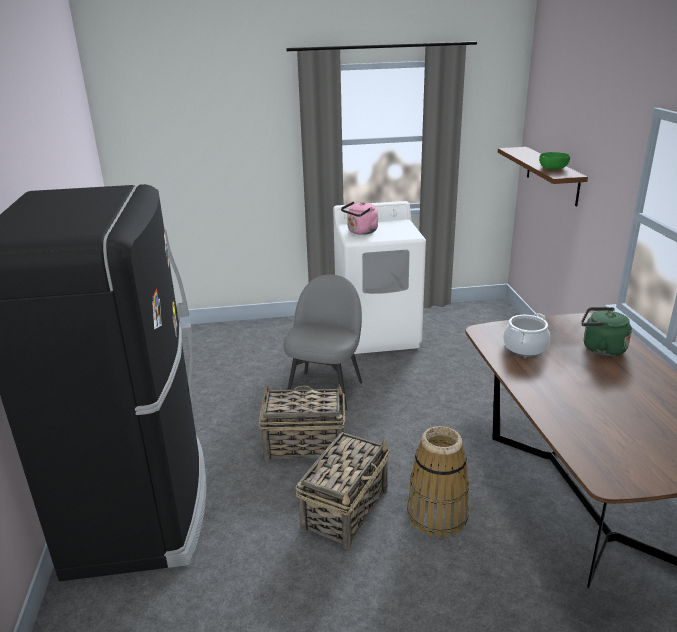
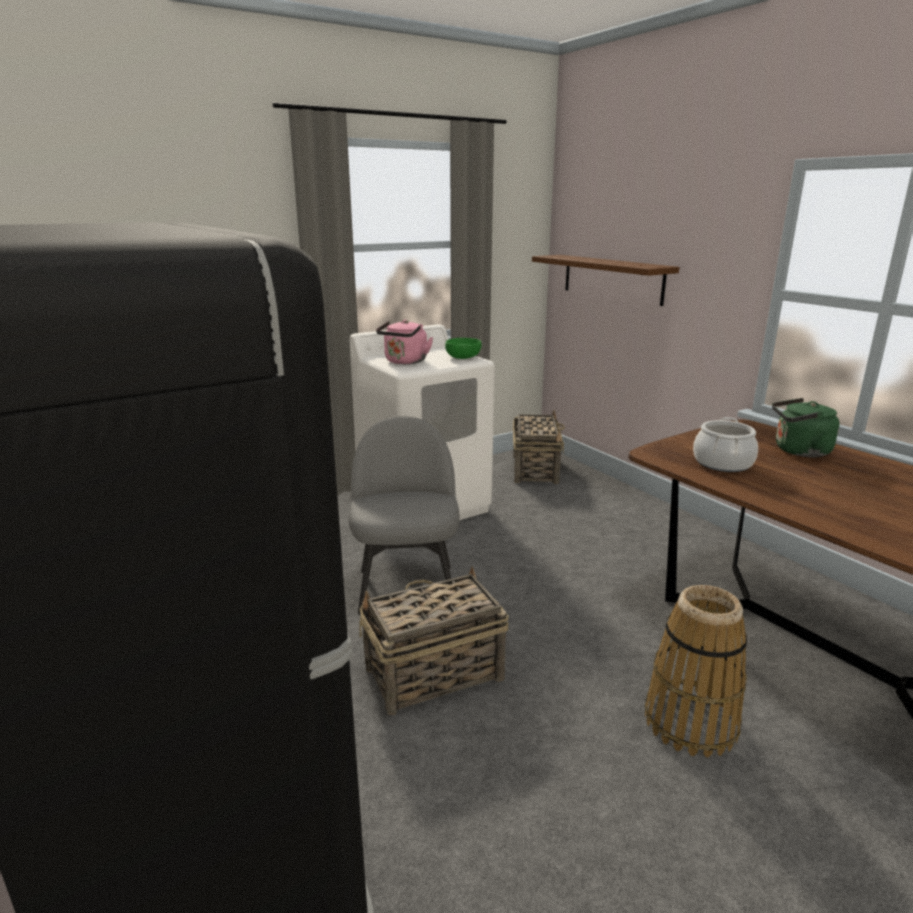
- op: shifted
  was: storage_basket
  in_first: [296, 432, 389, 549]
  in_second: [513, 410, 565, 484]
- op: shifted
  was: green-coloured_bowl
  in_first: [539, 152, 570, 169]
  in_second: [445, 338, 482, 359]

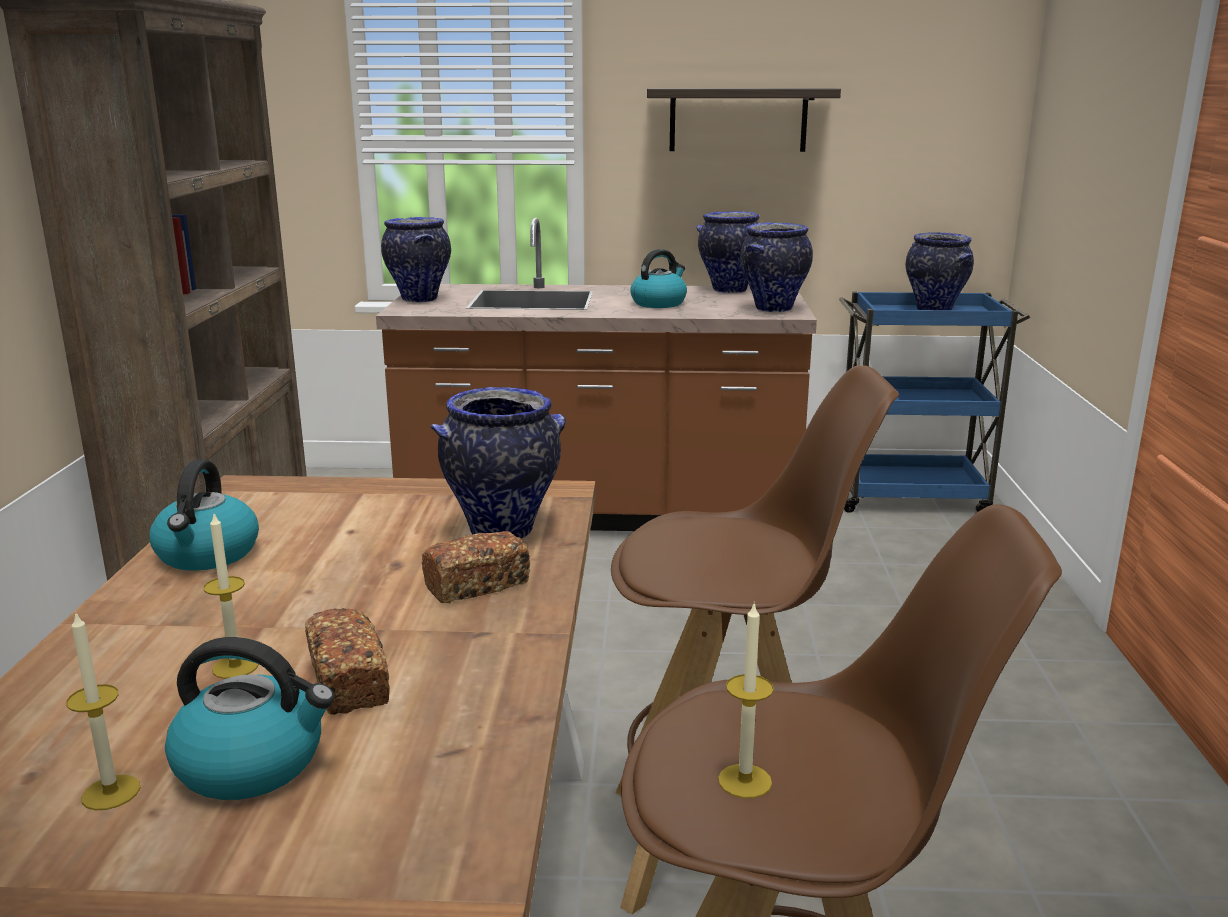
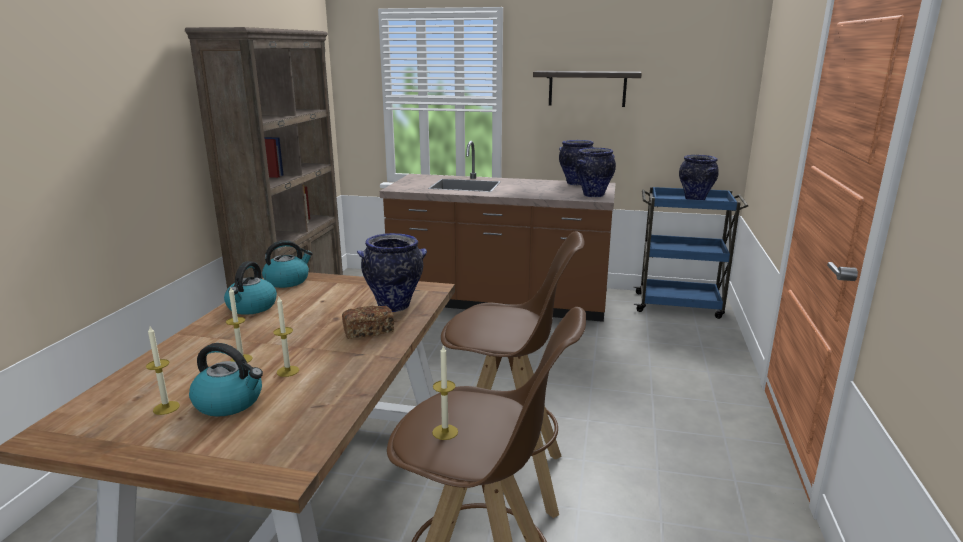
- op: swapped
  was: baked_bread
  now: wax_candle
  in_first: [305, 608, 390, 715]
  in_second: [273, 297, 299, 377]
- op: gone
  was: vase
  in_first: [381, 217, 451, 303]
- op: shifted
  was: tea_kettle
  in_first: [630, 249, 687, 308]
  in_second: [262, 240, 313, 288]

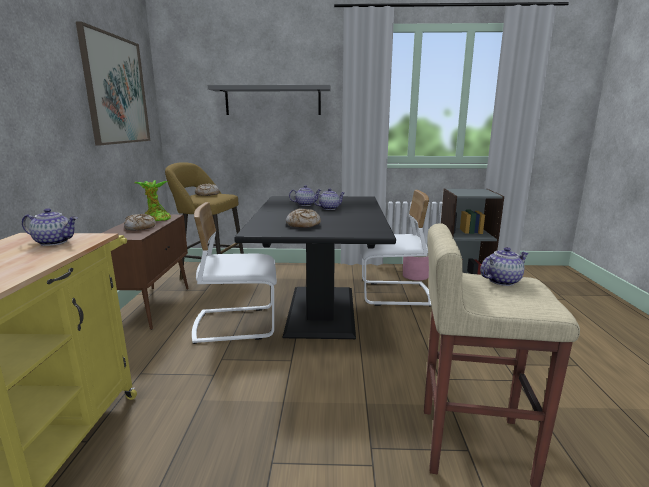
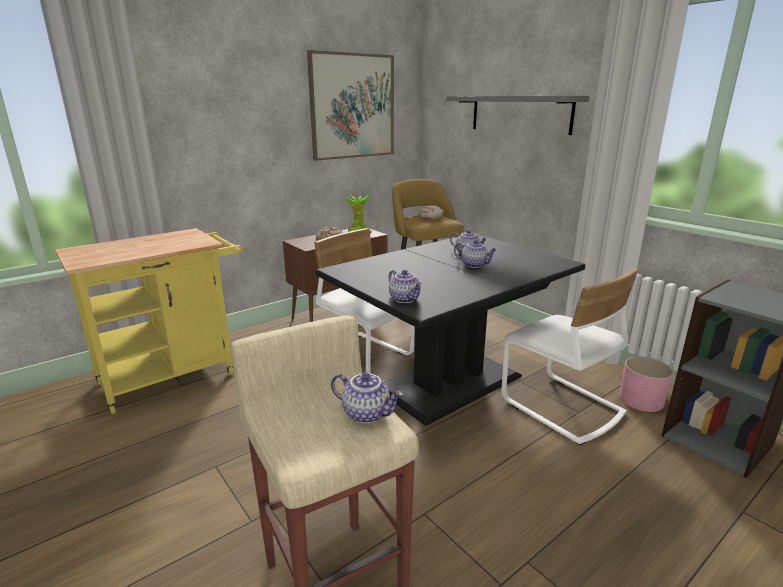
- op: shifted
  was: teapot
  in_first: [22, 208, 77, 246]
  in_second: [389, 270, 422, 303]
- op: gone
  was: baked_bread
  in_first: [286, 209, 321, 228]

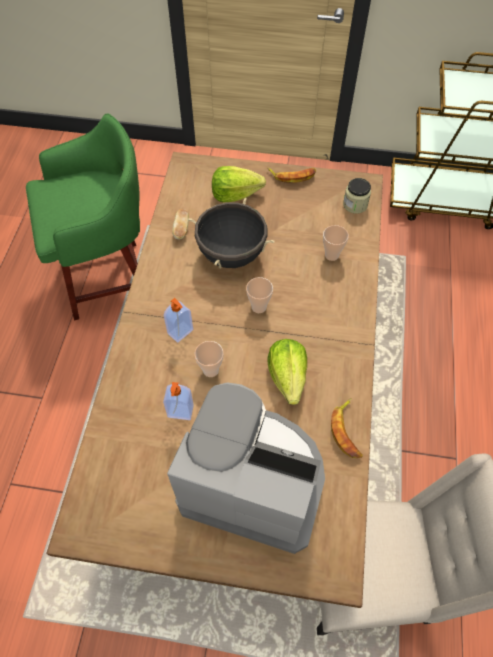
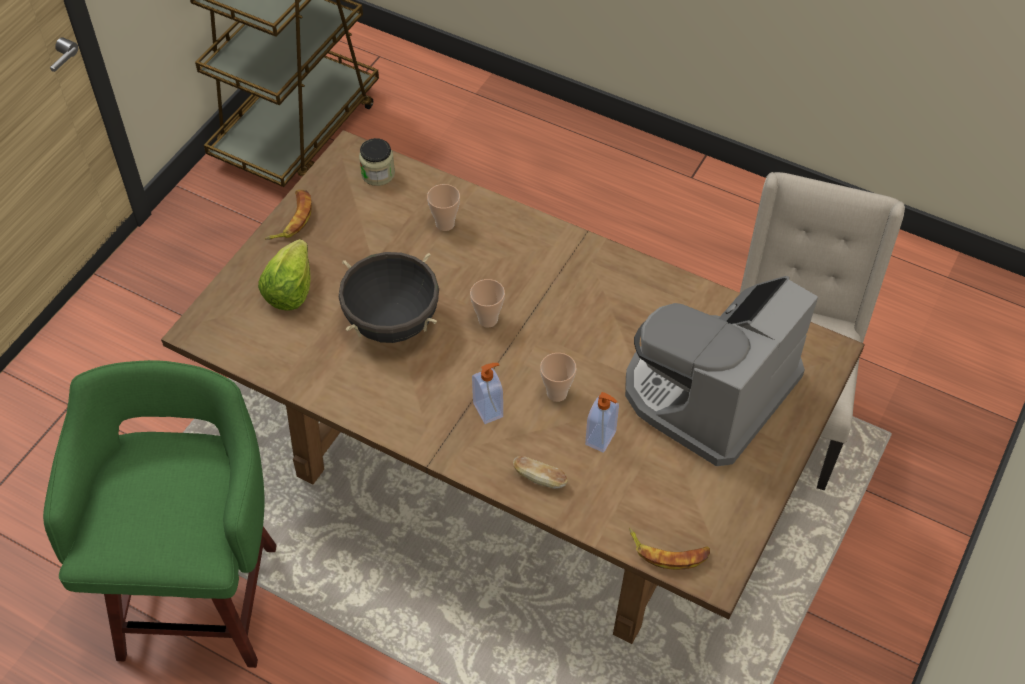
- op: shifted
  was: baked_bread
  in_first: [172, 209, 189, 240]
  in_second: [513, 456, 567, 489]
- op: gone
  was: lettuce_head
  in_first: [267, 339, 307, 405]
- op: shifted
  was: whole_banana
  in_first: [331, 398, 363, 458]
  in_second: [629, 528, 710, 570]

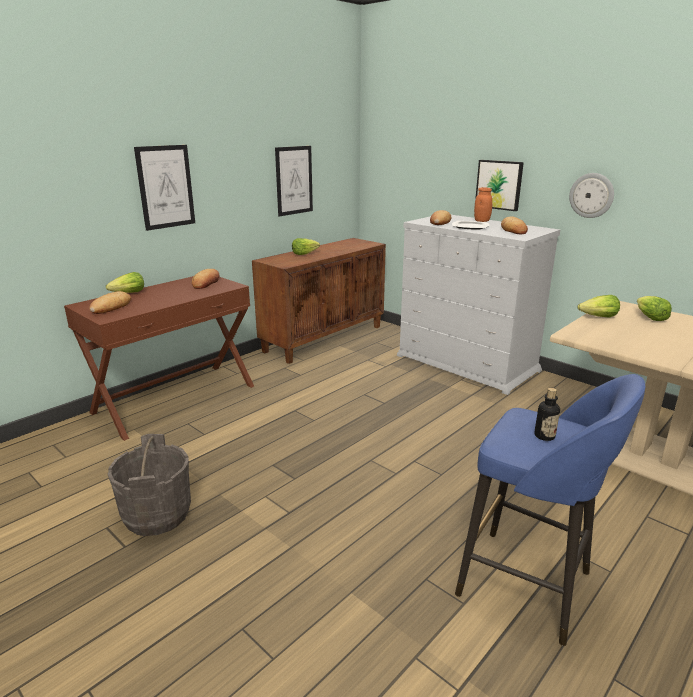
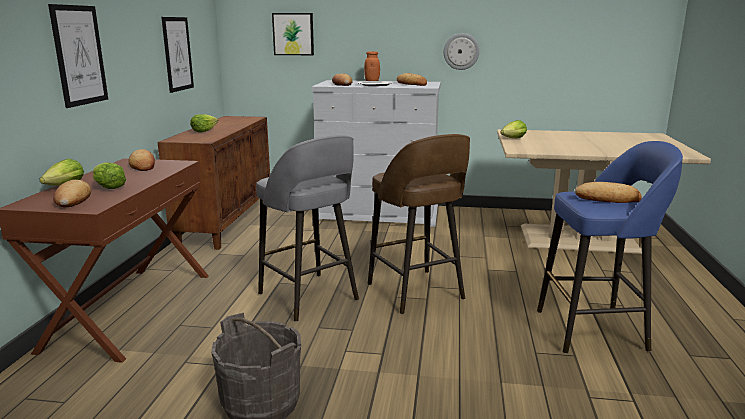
- op: shifted
  was: wall_art
  in_first: [475, 160, 524, 211]
  in_second: [272, 13, 314, 55]
- op: swapped
  was: bottle
  now: baked_bread
  in_first: [534, 388, 560, 441]
  in_second: [575, 182, 642, 203]
- op: shifted
  was: lettuce_head
  in_first: [637, 296, 672, 321]
  in_second: [93, 162, 126, 189]
- op: new
  now: grey_stool_seat
  in_second: [256, 135, 359, 322]
- op: new
  now: brownish_stool_seat
  in_second: [368, 134, 470, 314]

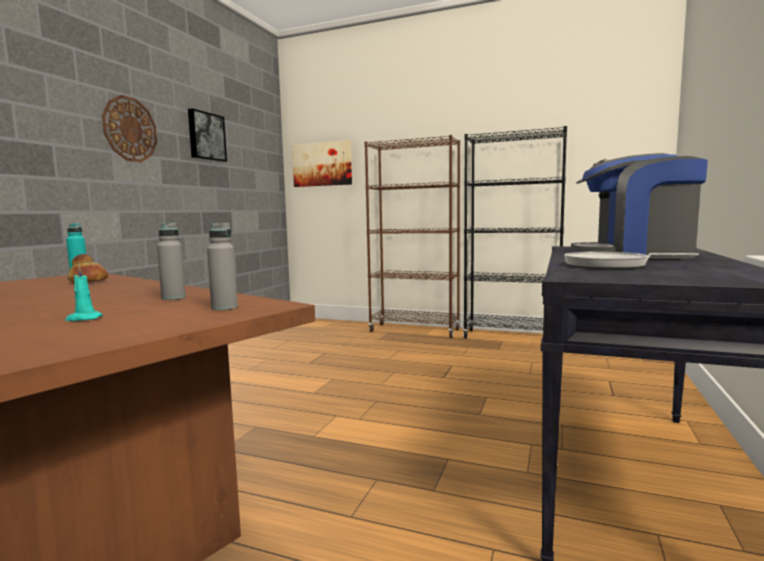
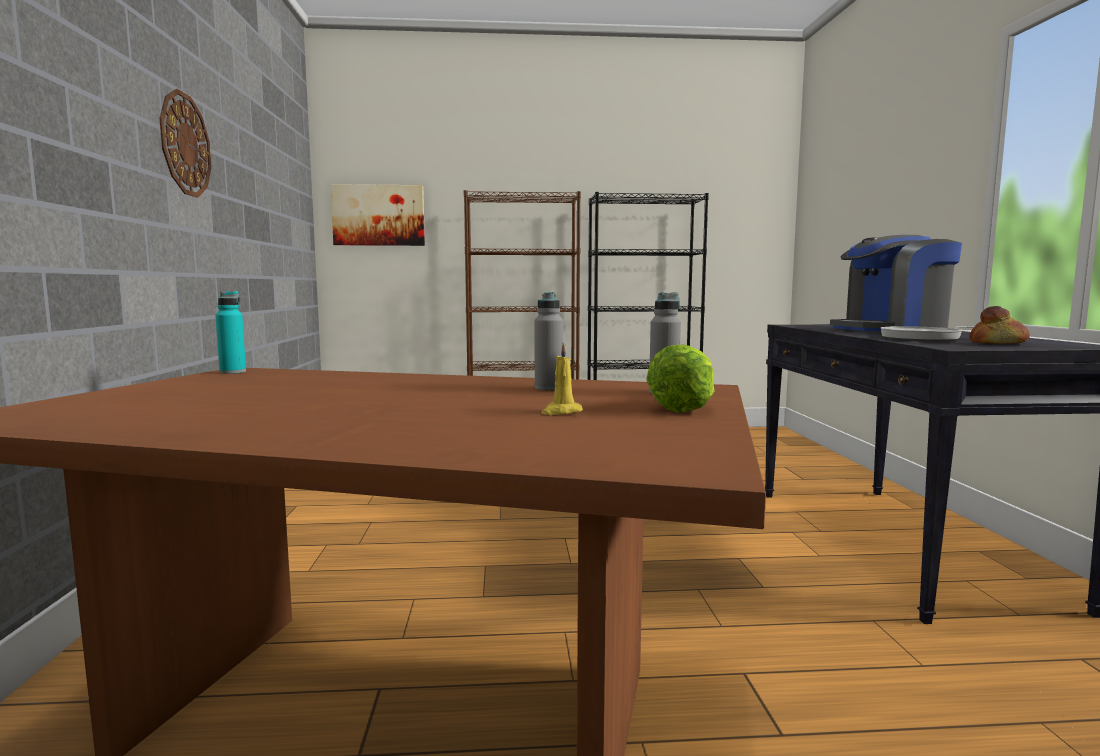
- op: repainted
  was: turquoise_wax_candle
  now: yellowish_wax_candle
  in_first: [65, 265, 103, 321]
  in_second: [542, 342, 583, 415]
- op: shifted
  was: baked_bread
  in_first: [68, 254, 108, 283]
  in_second: [969, 306, 1030, 344]
- op: gone
  was: wall_art
  in_first: [188, 108, 227, 162]
- op: new
  now: lettuce_head
  in_second: [646, 344, 714, 413]

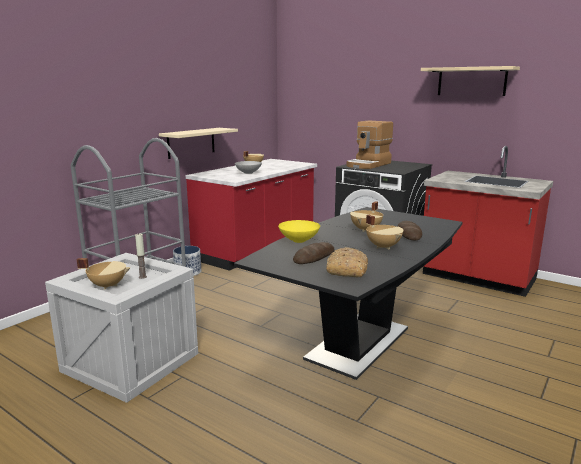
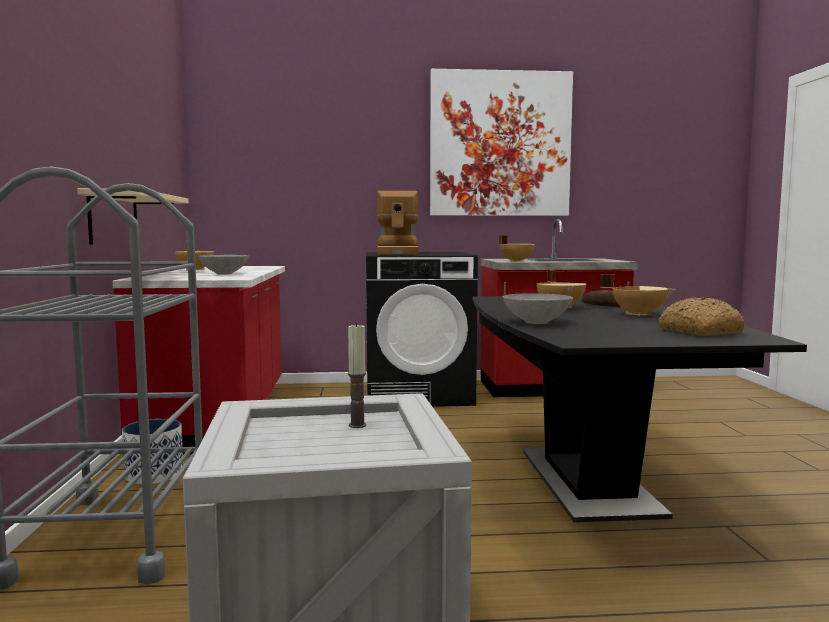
- op: shifted
  was: beige-coloured_stockpot
  in_first: [77, 258, 130, 289]
  in_second: [499, 236, 535, 262]
- op: repainted
  was: yellowish_bowl
  now: grey_bowl
  in_first: [278, 220, 320, 243]
  in_second: [503, 293, 573, 324]
- op: gone
  was: baked_bread
  in_first: [293, 242, 334, 264]
- op: swapped
  was: beige-coloured_shelf
  now: wall_art
  in_first: [421, 66, 520, 96]
  in_second: [430, 69, 573, 216]

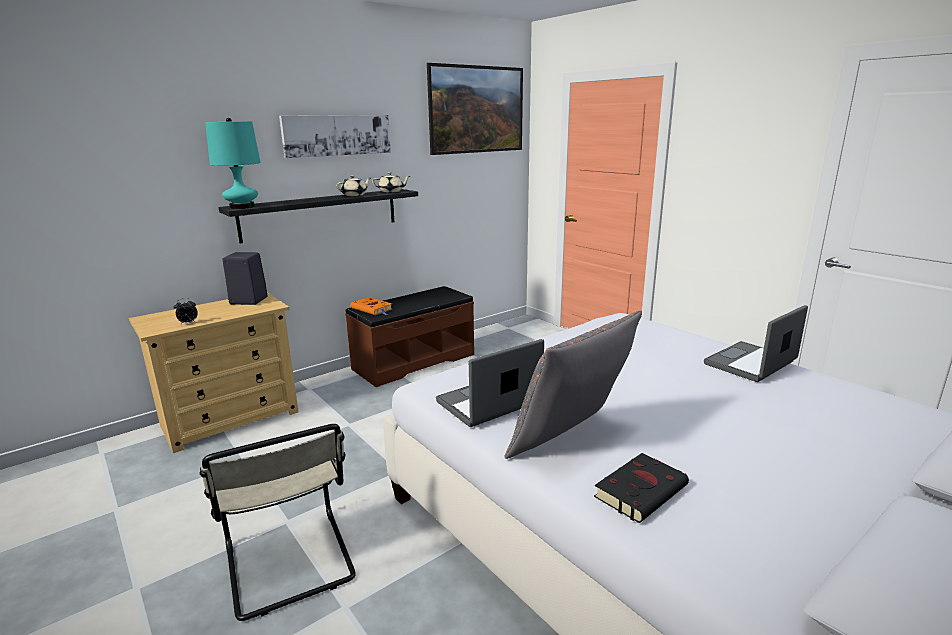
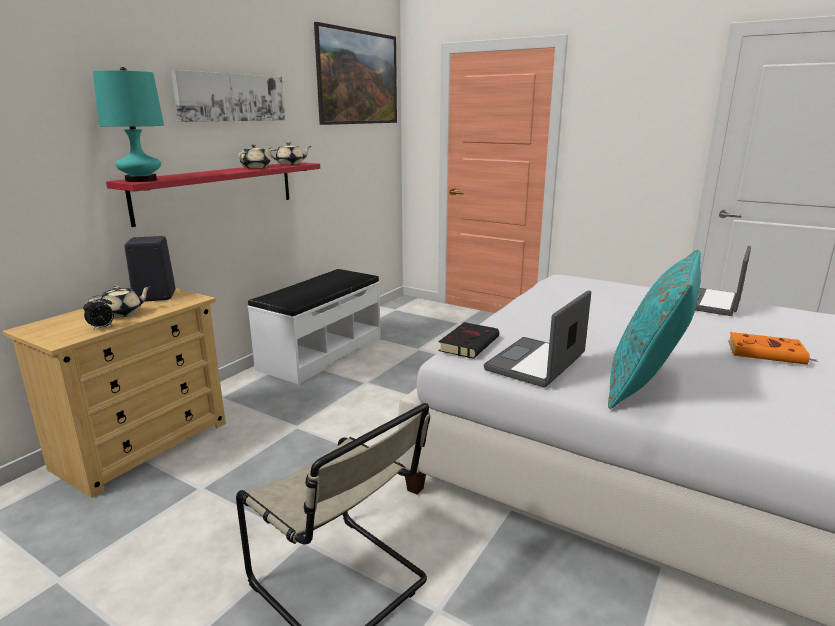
- op: repainted
  was: black-coloured_shelf
  now: red-coloured_shelf
  in_first: [218, 189, 418, 243]
  in_second: [106, 162, 320, 227]
- op: repainted
  was: brownish_bench
  now: white_bench
  in_first: [345, 286, 474, 387]
  in_second: [248, 269, 381, 385]
- op: shifted
  was: orange_book
  in_first: [351, 297, 392, 315]
  in_second: [728, 332, 818, 365]
- op: repainted
  was: grey_throw_pillow
  now: turquoise_throw_pillow
  in_first: [504, 311, 642, 459]
  in_second: [608, 250, 701, 409]
- op: shifted
  was: black-coloured_book
  in_first: [594, 453, 689, 523]
  in_second: [438, 322, 499, 359]
- op: new
  now: beige-coloured_teapot
  in_second: [89, 286, 151, 318]

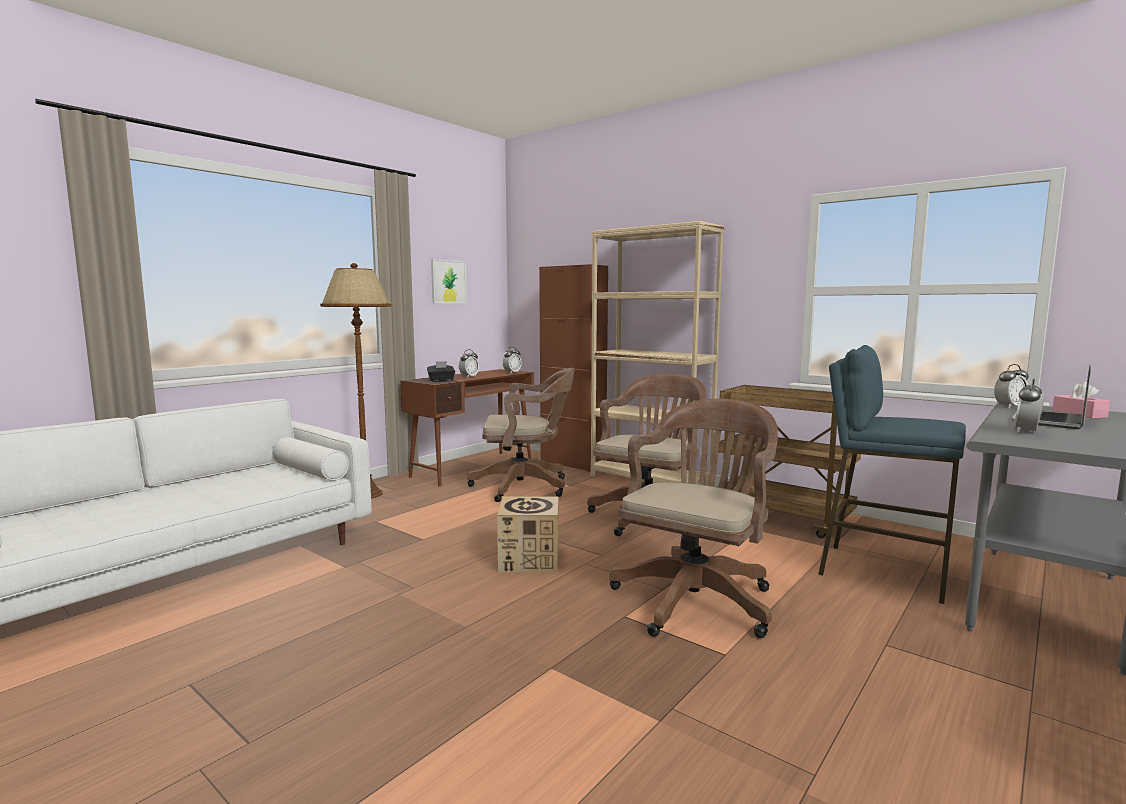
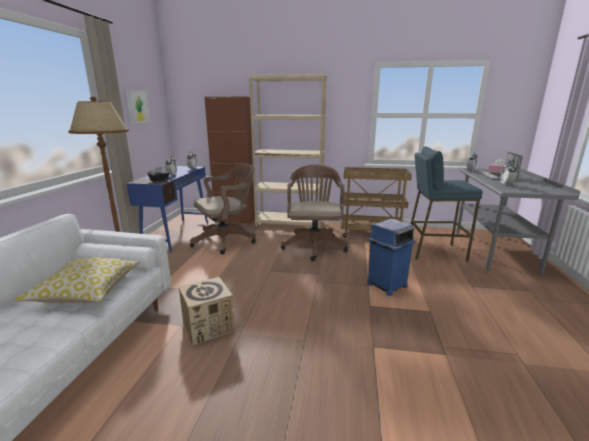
- op: repainted
  was: brownish_desk_unit
  now: bluish_desk_unit
  in_first: [400, 369, 534, 486]
  in_second: [126, 166, 208, 251]
- op: shifted
  was: packing_box
  in_first: [497, 496, 559, 572]
  in_second: [179, 277, 234, 346]
- op: swapped
  was: brownish_desk_chair
  now: bluish_rubbish_bin
  in_first: [609, 399, 778, 638]
  in_second: [368, 218, 415, 296]
- op: new
  now: throw_pillow
  in_second: [14, 258, 140, 303]

